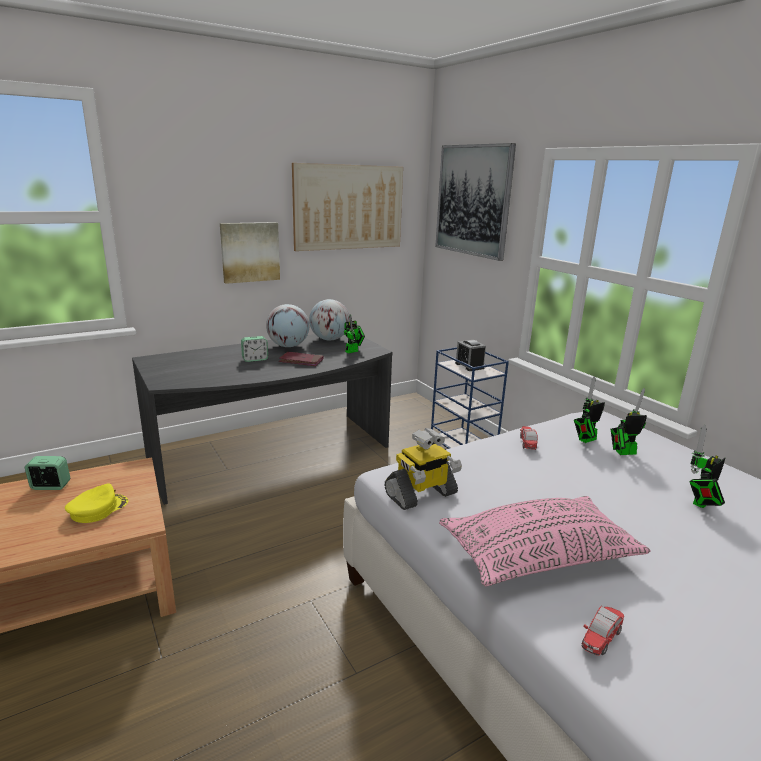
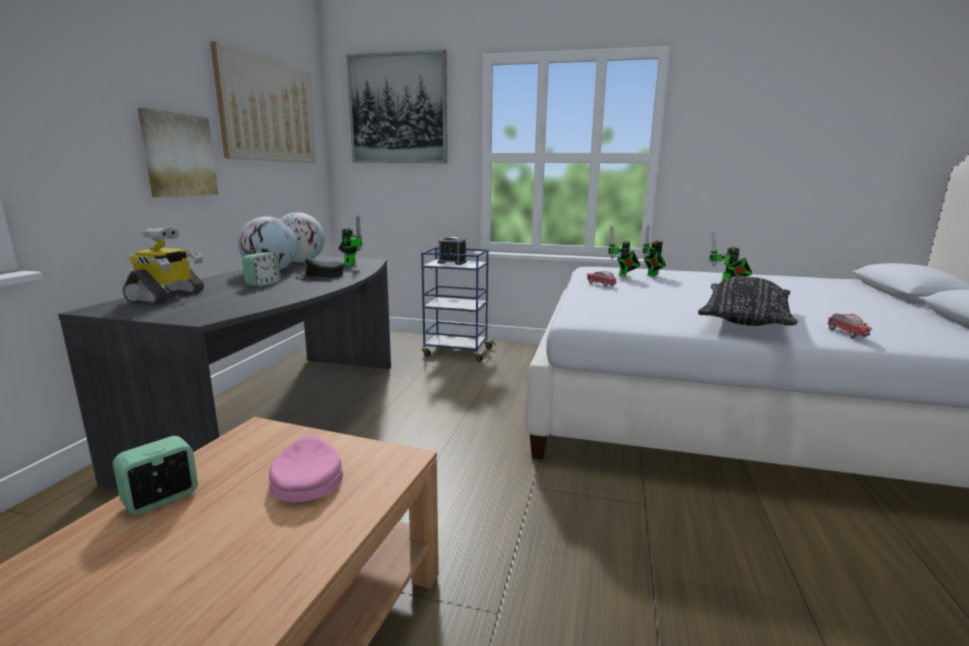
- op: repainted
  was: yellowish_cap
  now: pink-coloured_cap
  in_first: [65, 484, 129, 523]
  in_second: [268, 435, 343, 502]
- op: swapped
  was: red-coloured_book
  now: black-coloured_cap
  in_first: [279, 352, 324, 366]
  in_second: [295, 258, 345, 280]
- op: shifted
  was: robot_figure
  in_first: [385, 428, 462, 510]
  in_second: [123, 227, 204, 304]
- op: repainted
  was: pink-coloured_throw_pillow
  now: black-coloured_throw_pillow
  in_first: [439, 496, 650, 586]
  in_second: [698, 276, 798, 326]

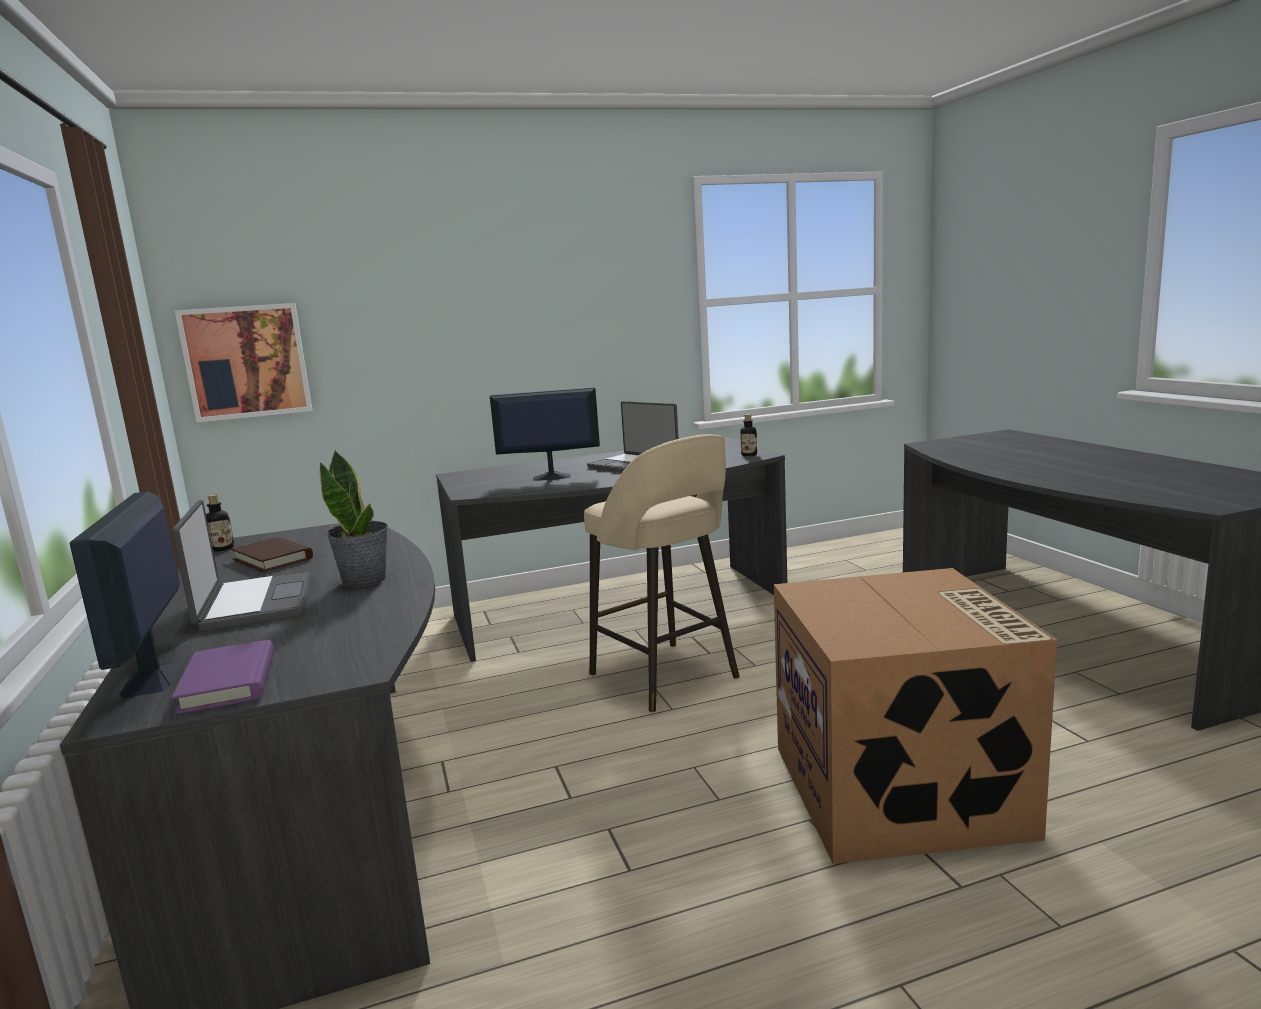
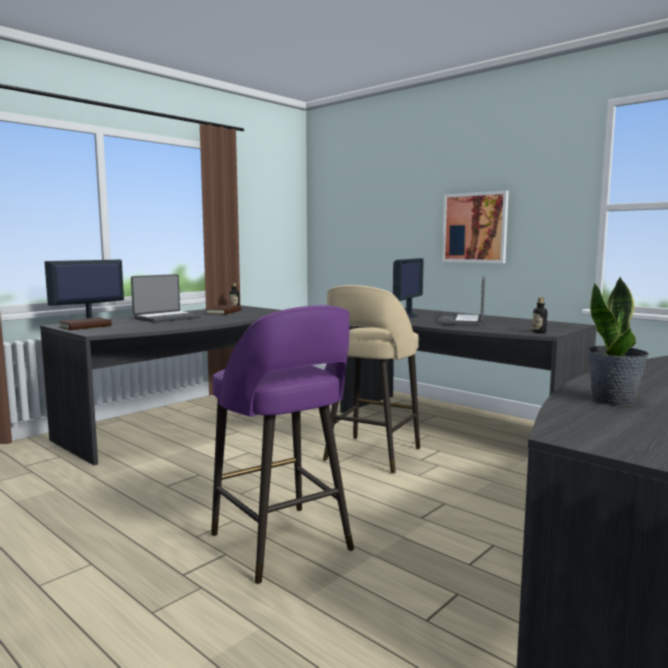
- op: repainted
  was: purplish_book
  now: brownish_book
  in_first: [172, 640, 274, 714]
  in_second: [59, 317, 112, 330]
- op: shifted
  was: wall_art
  in_first: [175, 303, 312, 423]
  in_second: [442, 190, 509, 263]
- op: shifted
  was: houseplant
  in_first: [319, 450, 388, 588]
  in_second: [587, 276, 649, 405]
- op: rotated
  was: computer_screen
  in_first: [490, 387, 600, 481]
  in_second: [393, 258, 424, 318]
  clockwise: 60
- op: swapped
  was: packing_box
  now: purplish_stool_seat
  in_first: [774, 568, 1057, 864]
  in_second: [211, 305, 354, 584]

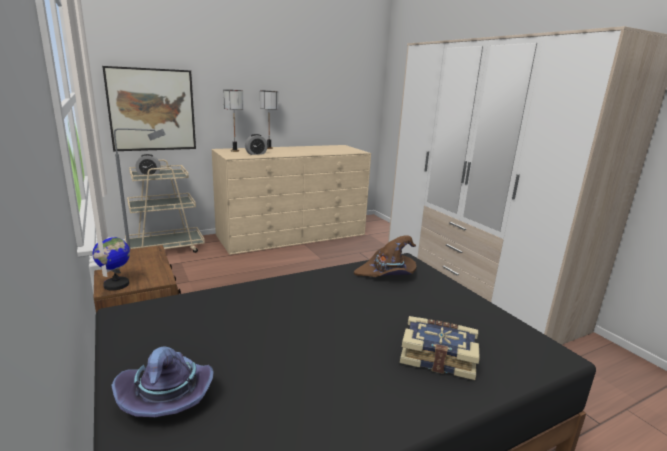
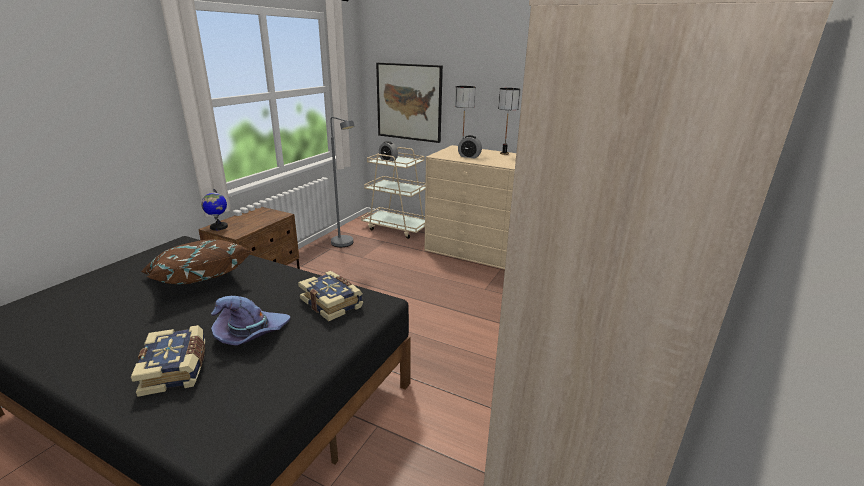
- op: shifted
  was: purplish_wearable_hat
  in_first: [111, 346, 214, 417]
  in_second: [211, 296, 290, 346]
- op: swapped
  was: brownish_wearable_hat
  now: book
  in_first: [354, 235, 417, 277]
  in_second: [298, 271, 363, 321]
- op: new
  now: brownish_throw_pillow
  in_second: [141, 239, 253, 284]

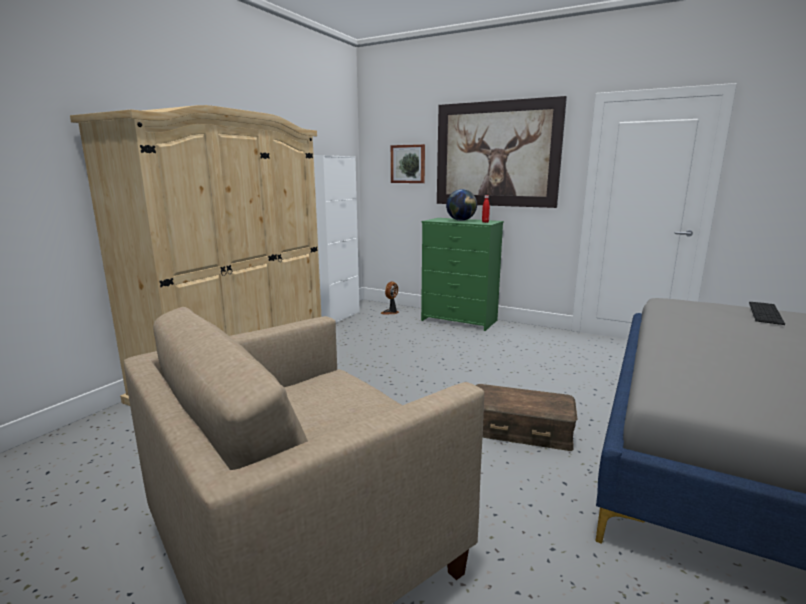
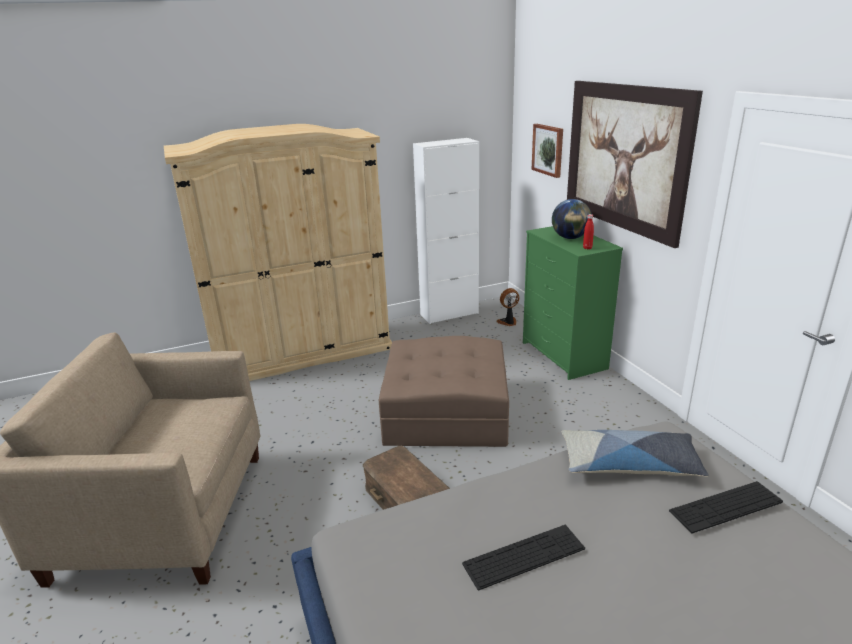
- op: new
  now: brownish_ottoman
  in_second: [379, 336, 509, 447]
- op: new
  now: keyboard
  in_second: [462, 525, 585, 591]
- op: new
  now: throw_pillow
  in_second: [562, 430, 709, 477]

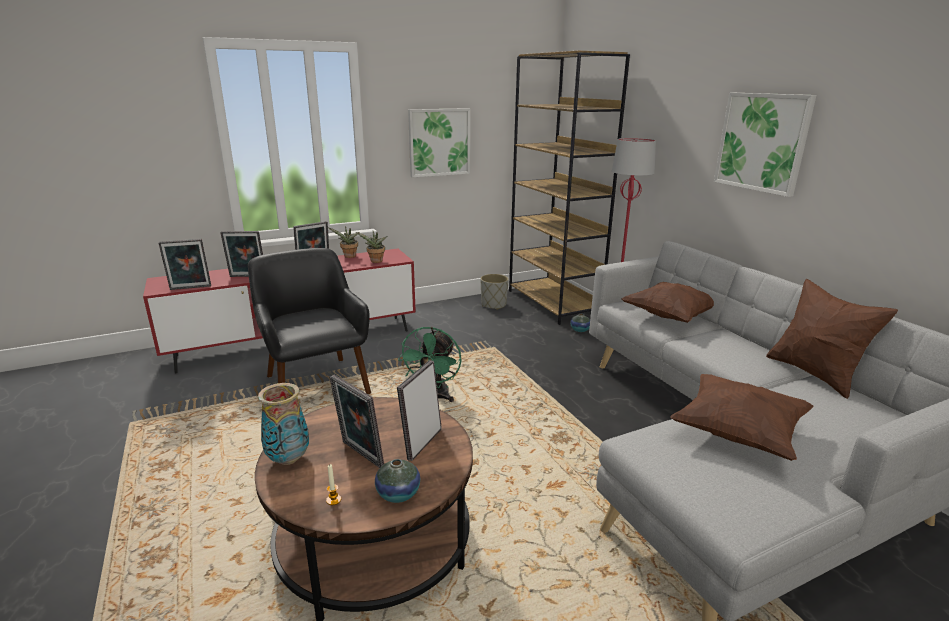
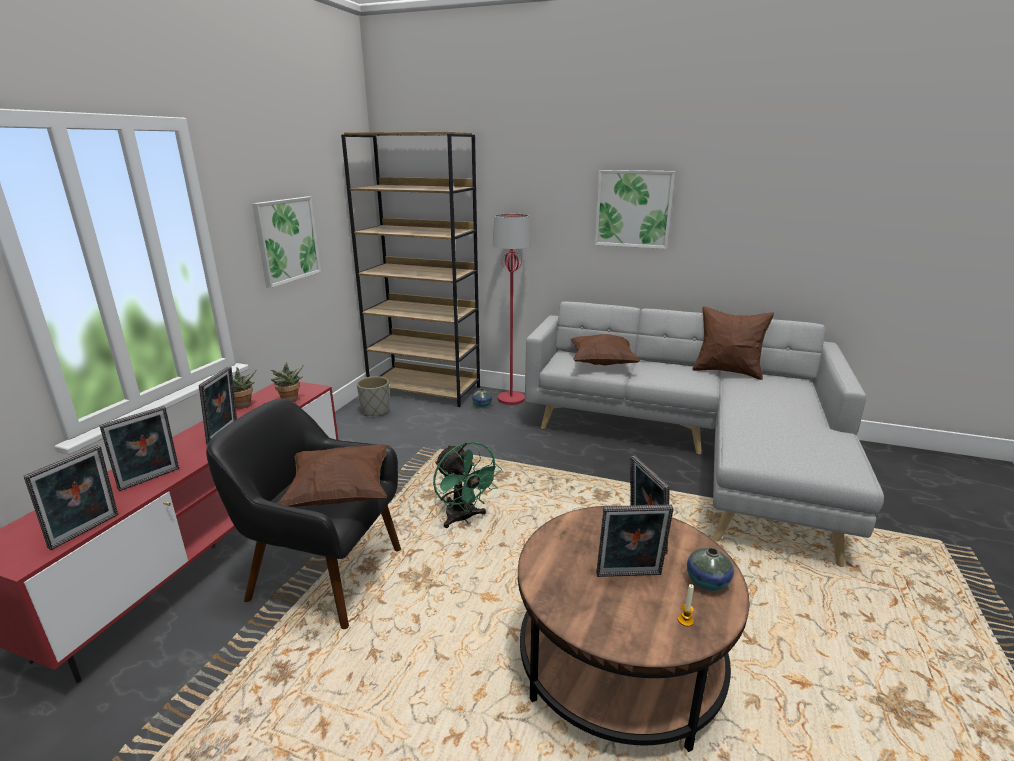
- op: gone
  was: vase
  in_first: [258, 383, 309, 465]
- op: shifted
  was: brownish_throw_pillow
  in_first: [670, 374, 813, 461]
  in_second: [277, 444, 390, 507]

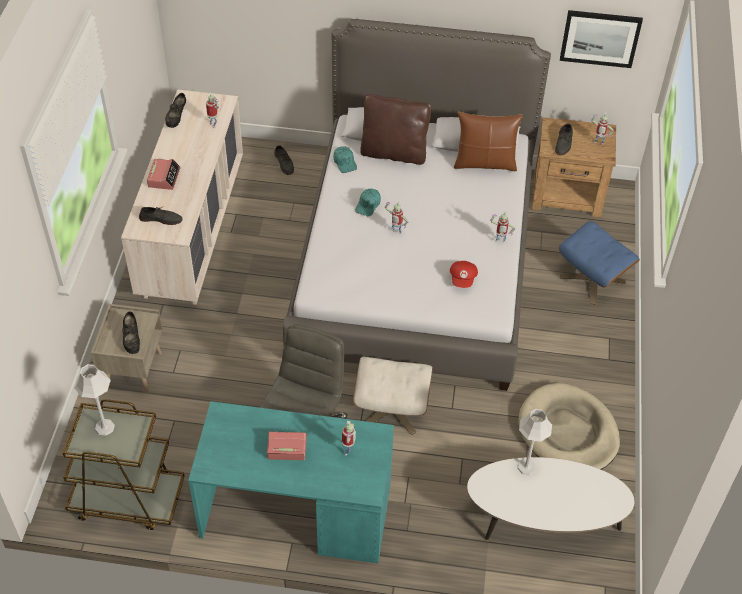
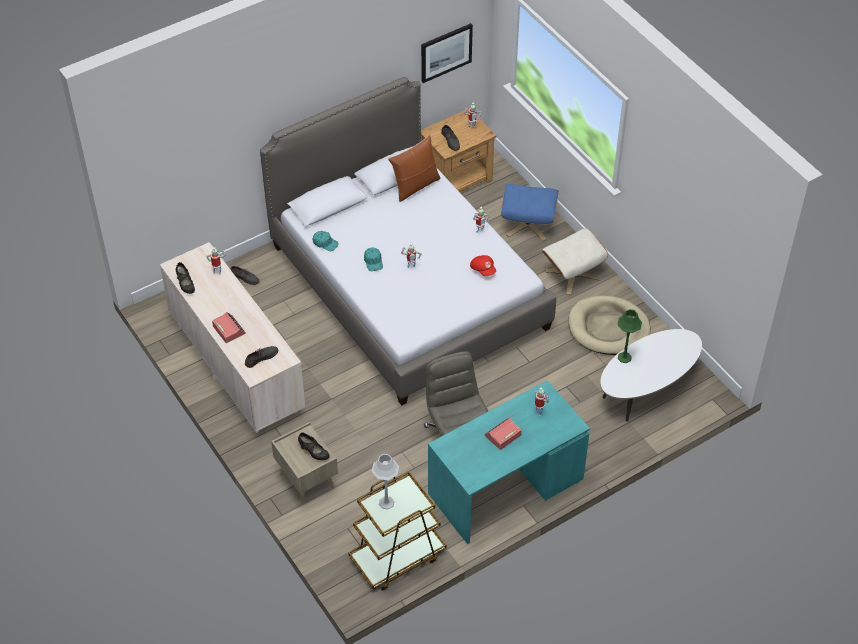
- op: shifted
  was: beige-coloured_ottoman
  in_first: [353, 357, 433, 435]
  in_second: [542, 228, 608, 295]
- op: gone
  was: brownish_throw_pillow
  in_first: [360, 94, 431, 165]
- op: repainted
  was: grey_tabletop_lamp
  now: green-coloured_tabletop_lamp
  in_first: [517, 409, 552, 475]
  in_second: [617, 309, 642, 363]

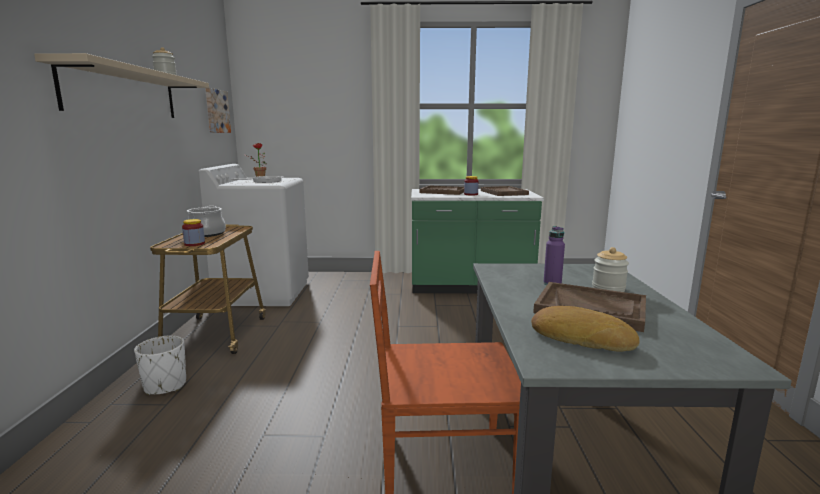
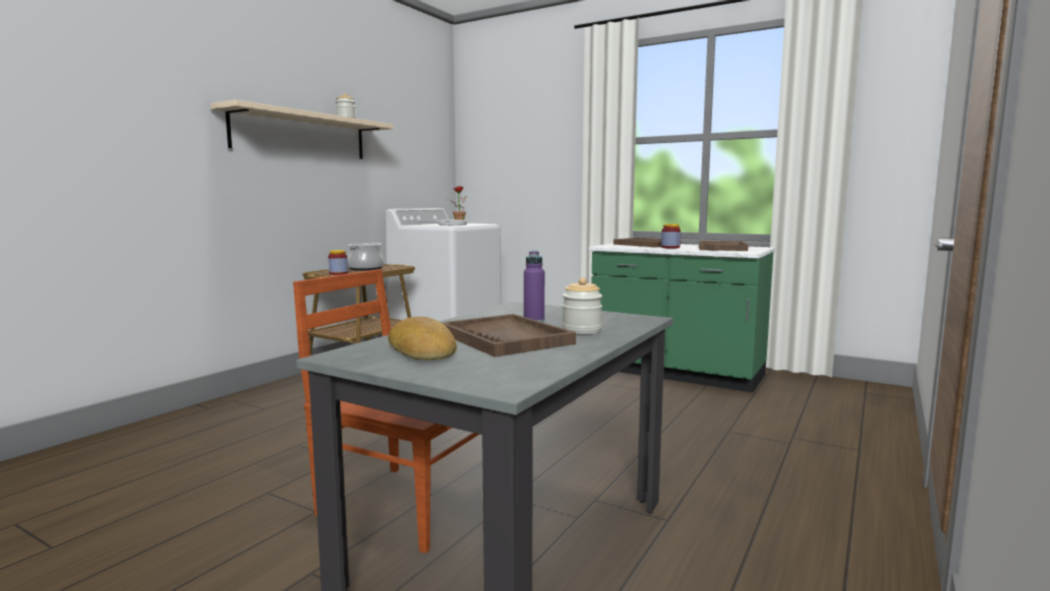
- op: gone
  was: white_planter
  in_first: [134, 335, 186, 395]
- op: gone
  was: wall_art
  in_first: [205, 88, 231, 133]

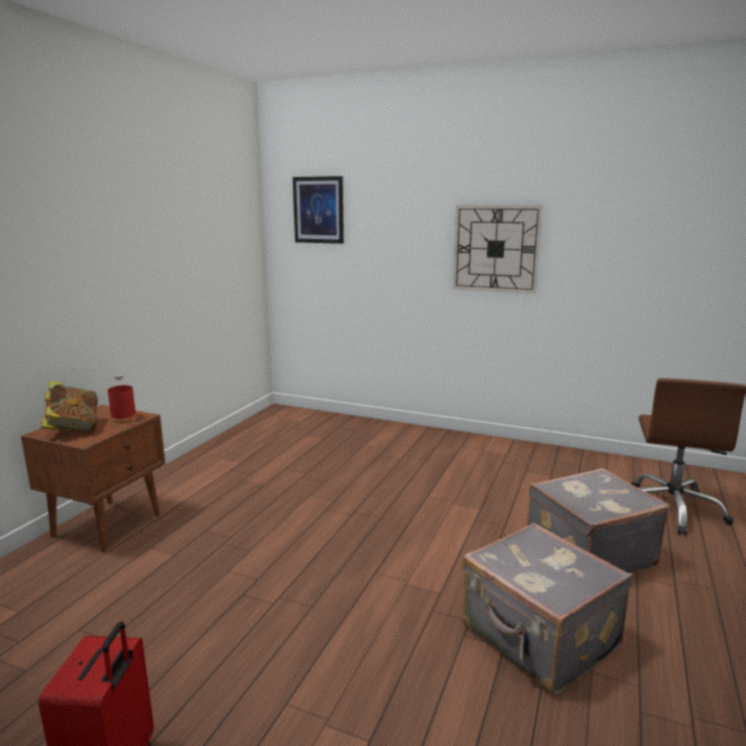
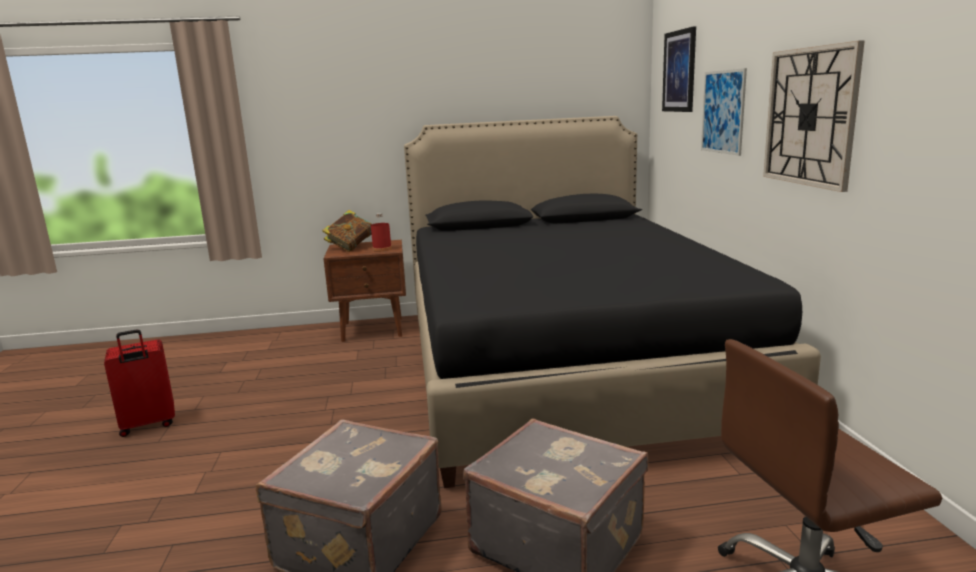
- op: new
  now: black-coloured_bedroom_bed
  in_second: [404, 116, 821, 488]
- op: new
  now: wall_art
  in_second: [701, 68, 747, 156]

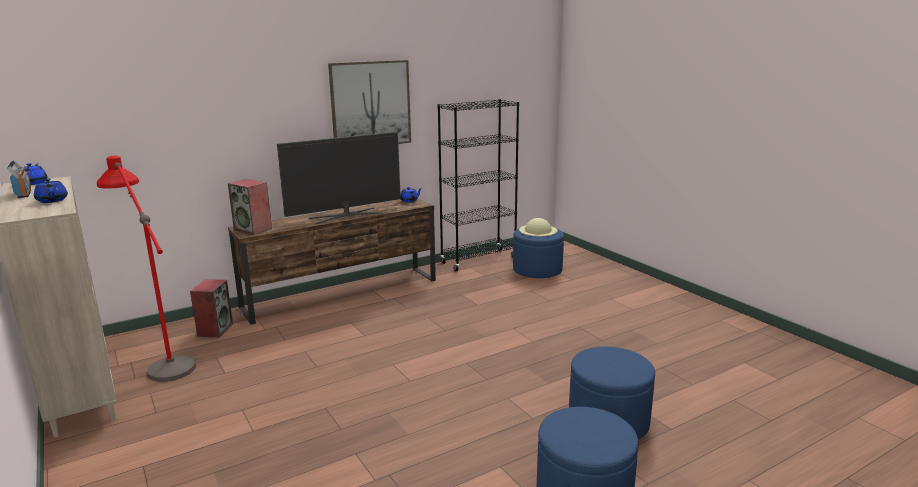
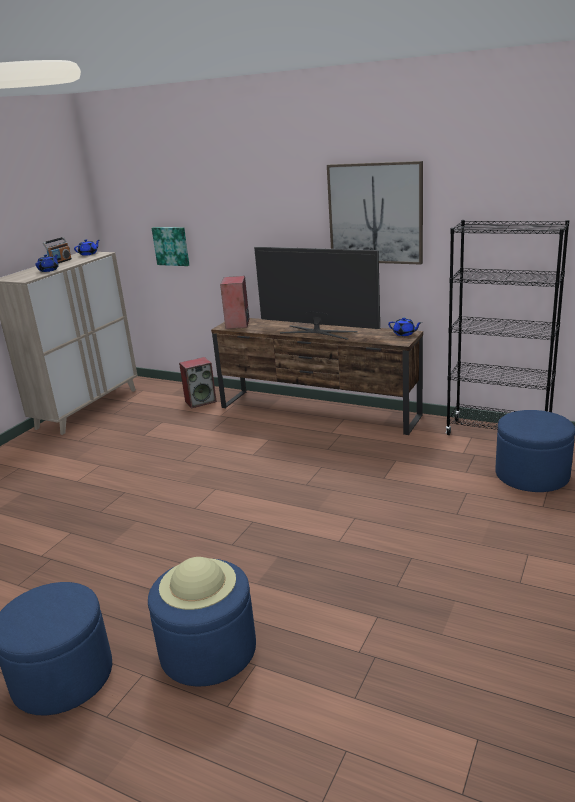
- op: gone
  was: red-coloured_standing_lamp
  in_first: [97, 155, 196, 382]
- op: shifted
  was: beige-coloured_wearable_hat
  in_first: [519, 218, 557, 236]
  in_second: [159, 557, 236, 610]
- op: new
  now: wall_art
  in_second: [152, 227, 189, 266]

